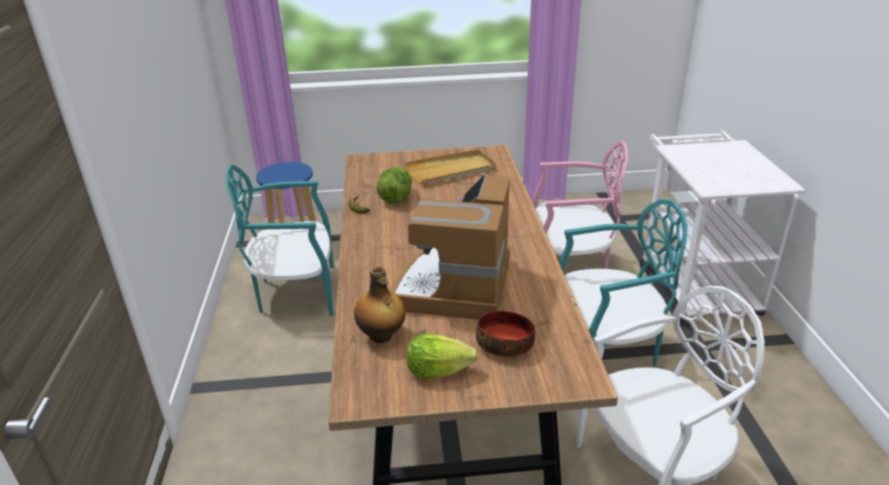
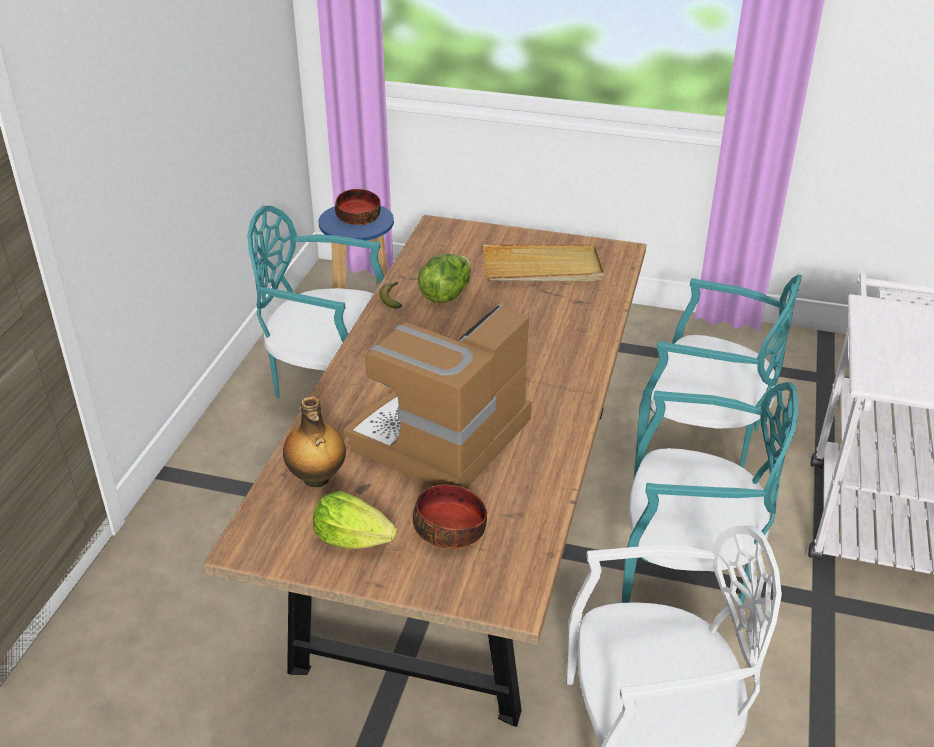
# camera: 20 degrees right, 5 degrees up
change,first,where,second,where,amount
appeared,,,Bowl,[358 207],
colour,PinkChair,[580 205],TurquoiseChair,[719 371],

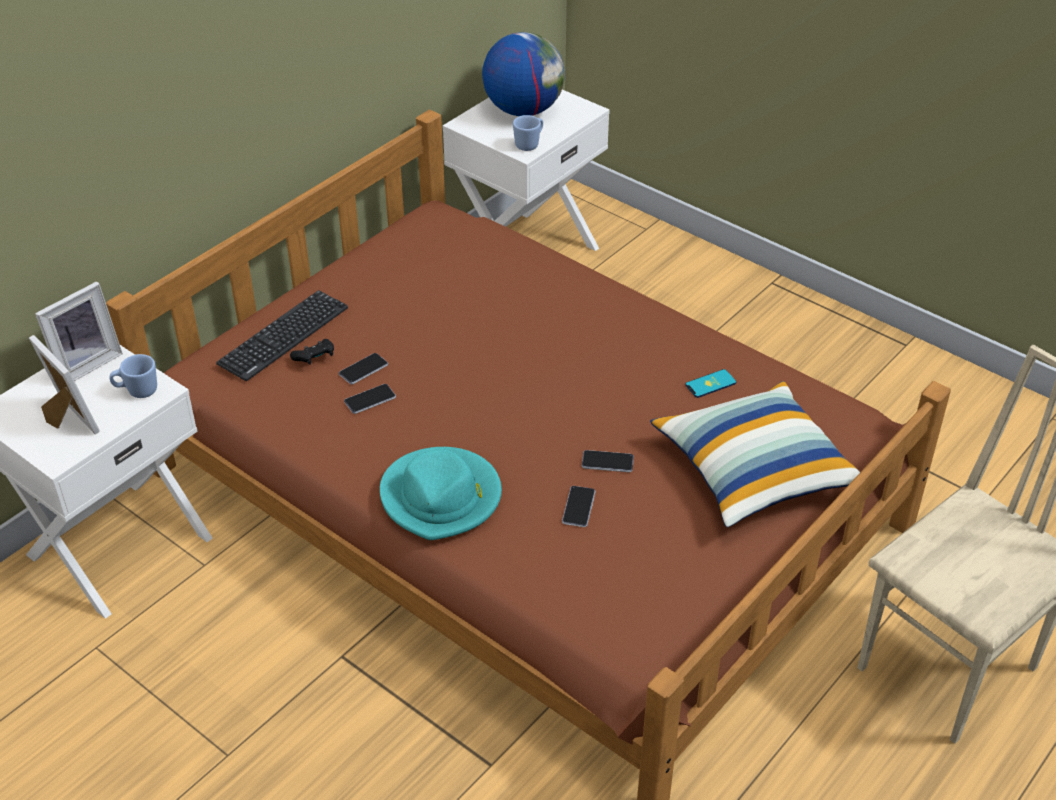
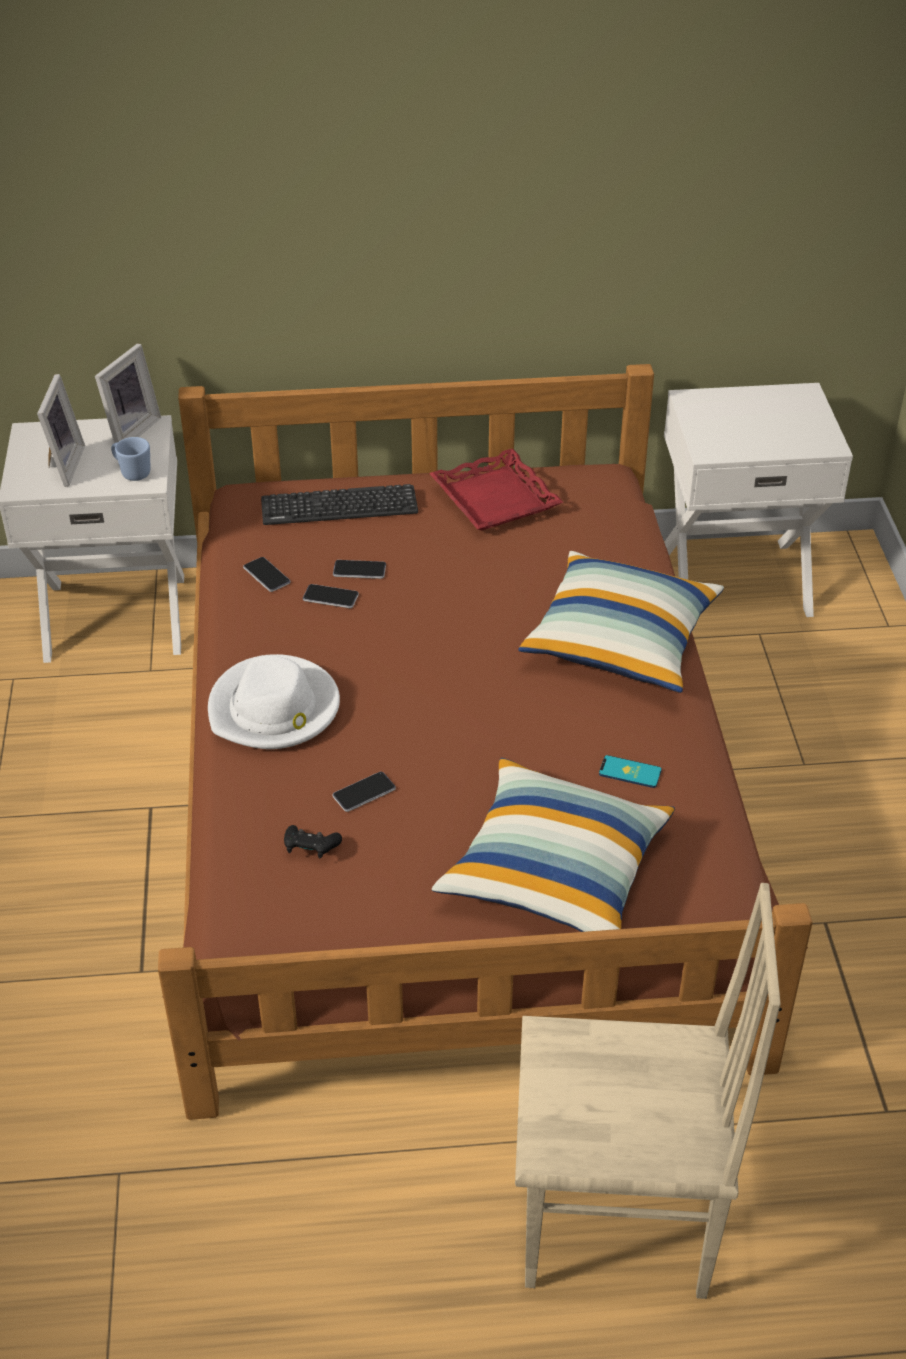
# camera: 45 degrees right, 0 degrees up
change,first,where,second,where,amount
missing,Globe,[523 74],,,
missing,BlueMug,[528 133],,,
appeared,,,RedTray,[496 489],
appeared,,,Pillow,[621 622],
relocated,BlackGameController,[312 352],,[313 841],
relocated,Phone,[608 461],,[266 574],
colour,TurquoiseHat,[441 493],WhiteHat,[274 701],
spun,PictureFrame,[79 331],,[128 393],60 degrees counterclockwise

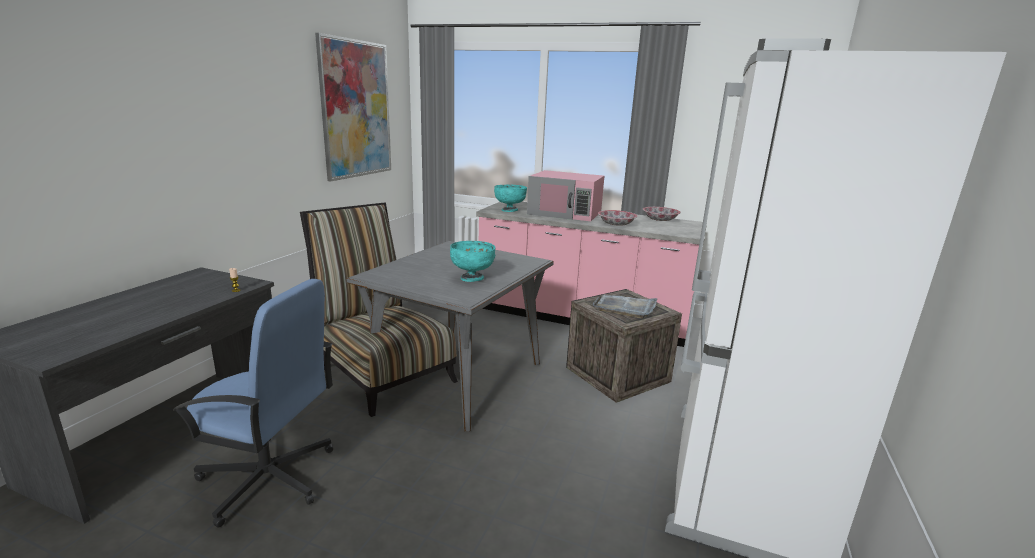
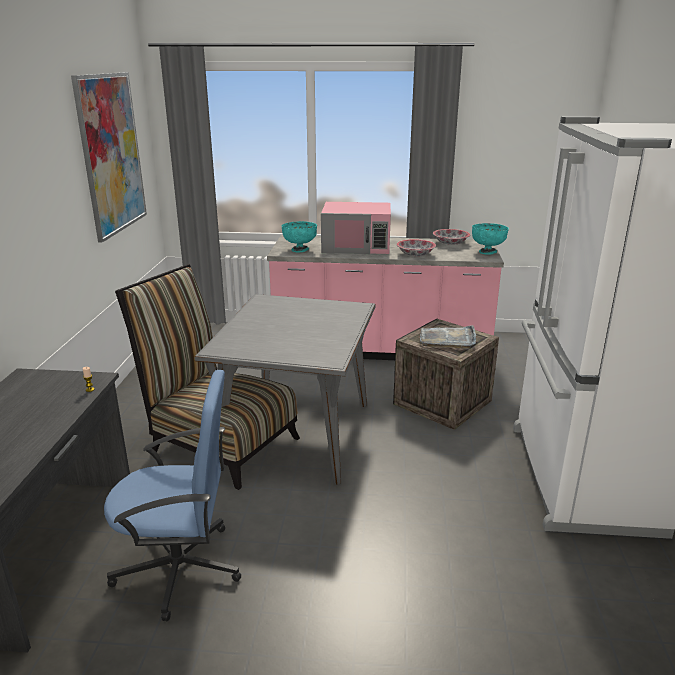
# camera: 15 degrees left, 5 degrees up
change,first,where,second,where,amount
relocated,TurquoiseBowl,[473 261],,[490 239],

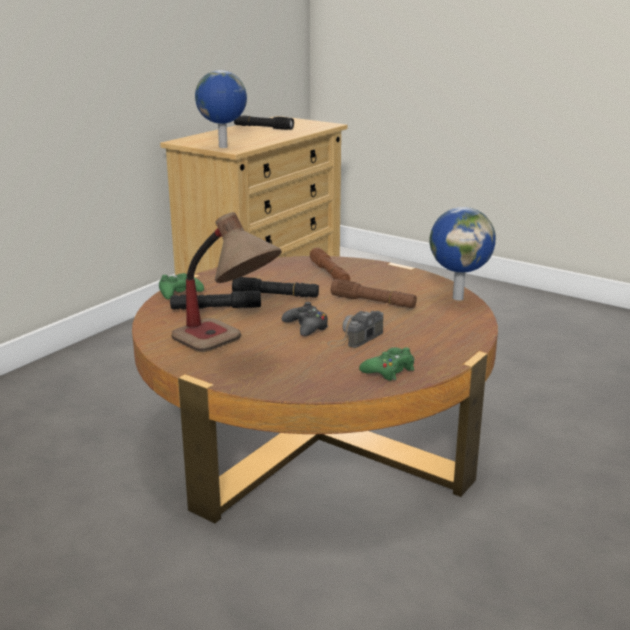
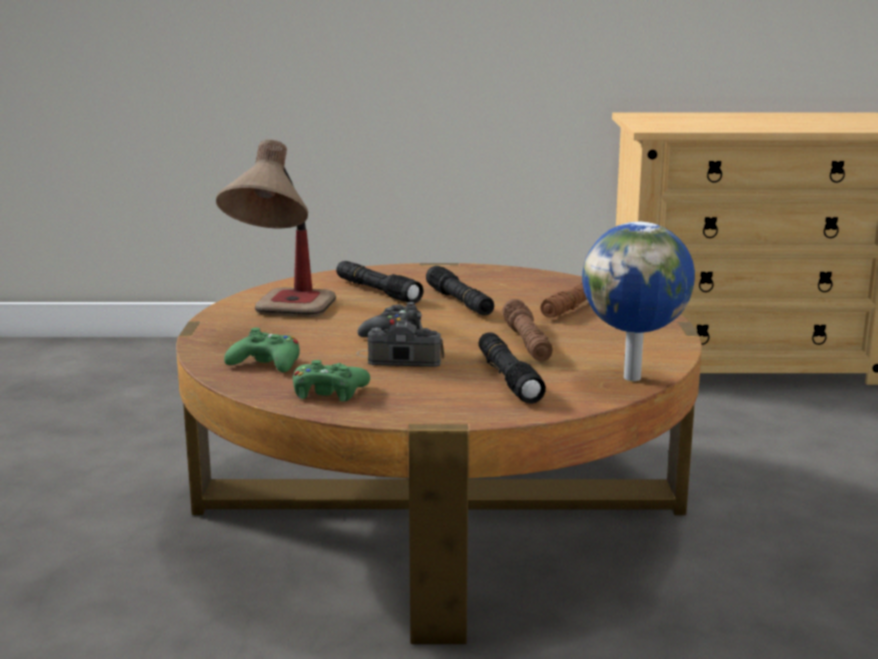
# camera: 55 degrees right, 5 degrees down
change,first,where,second,where,amount
missing,Globe,[221 109],,,
relocated,GreenGameController,[181 286],,[262 350],
relocated,BlackFlashlight,[264 122],,[512 368],

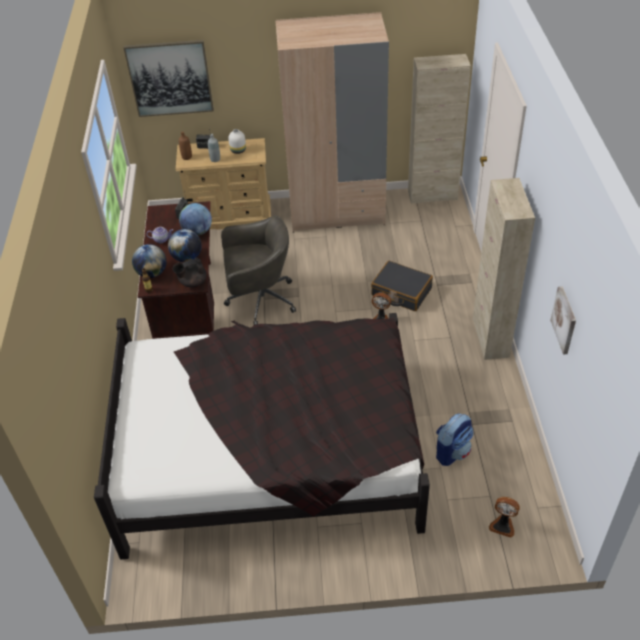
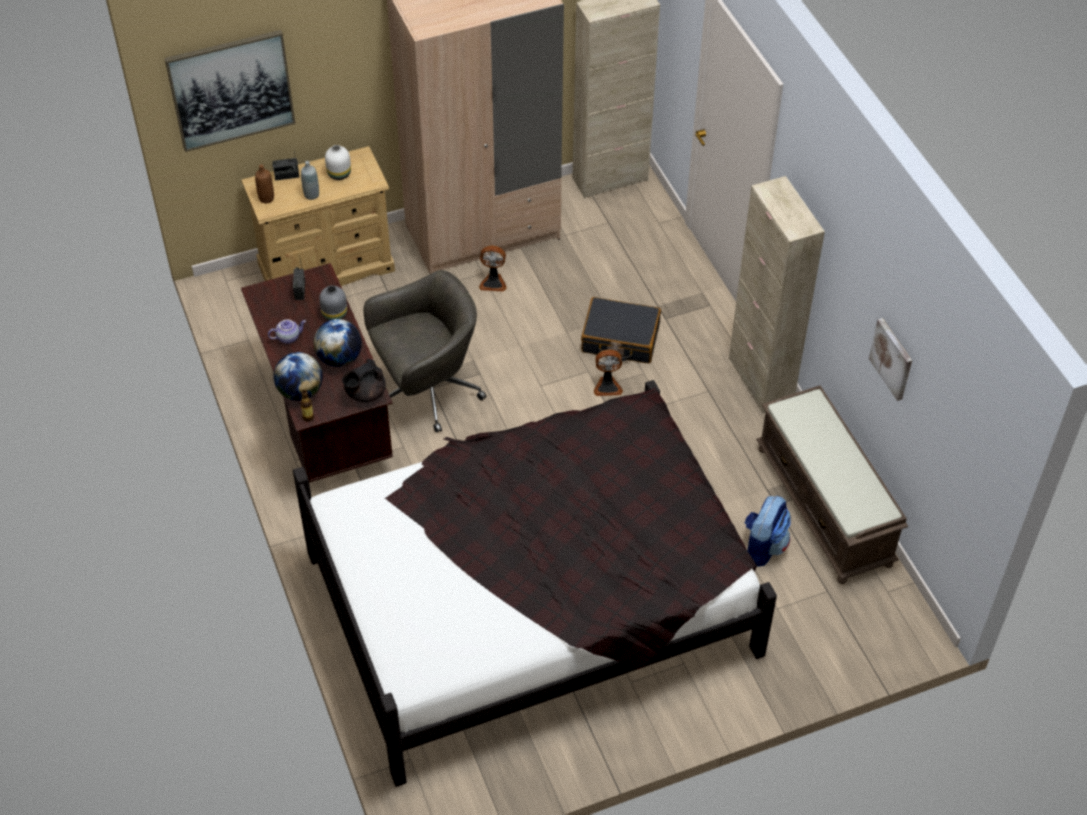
# camera: 20 degrees left, 5 degrees up
change,first,where,second,where,amount
appeared,,,BrownBench,[832 484],
relocated,Fan,[504 517],,[492 269],
exchanged,Globe,[195 219],GreyVase,[333 303],

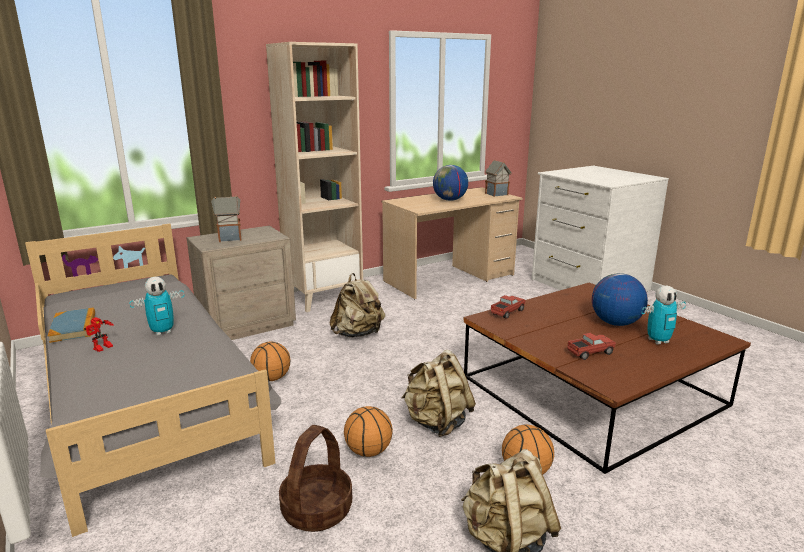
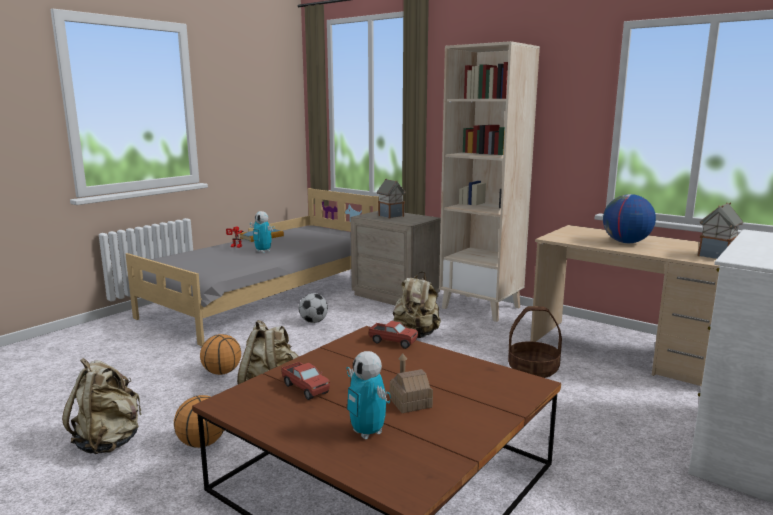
# camera: 70 degrees right, 5 degrees down
change,first,where,second,where,amount
relocated,Basket,[315 478],,[535 342],
exchanged,Basketball,[270 361],Football,[313 308],
exchanged,Globe,[620 299],ToyHouse,[411 383],

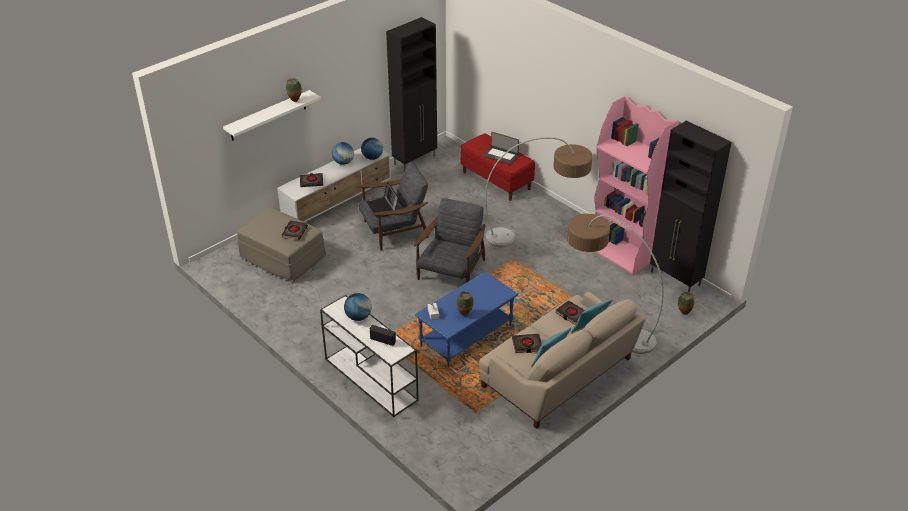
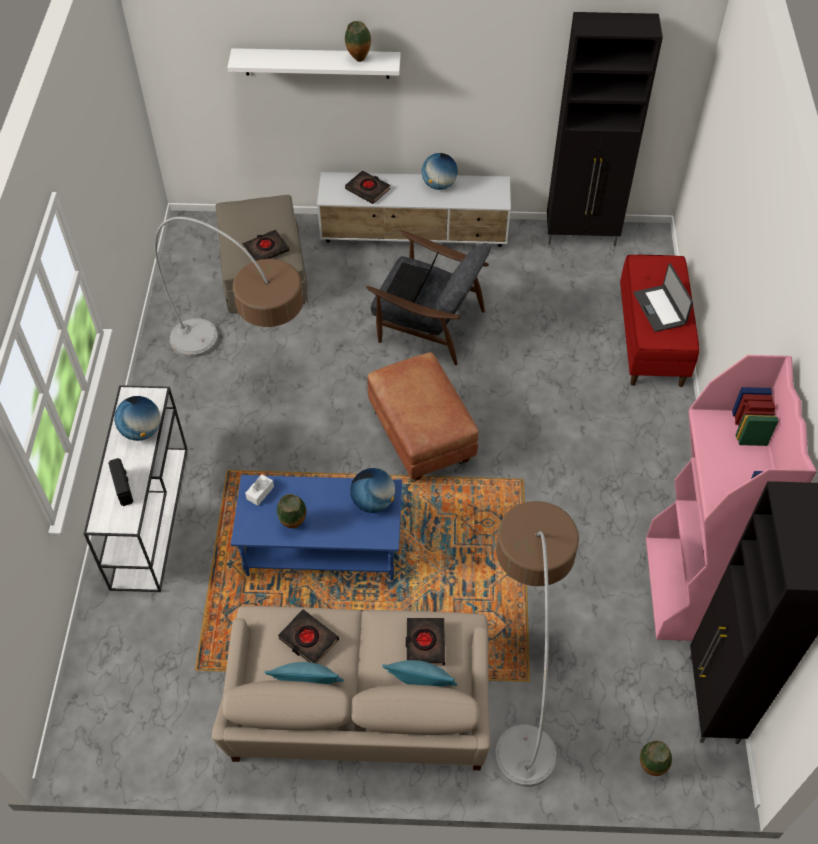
# camera: 45 degrees right, 15 degrees up
change,first,where,second,where,amount
relocated,Globe,[372 149],,[372 490],
relocated,FloorLamp,[539 192],,[229 287],
exchanged,GreyArmchair,[449 240],BrownOttoman,[423 417],

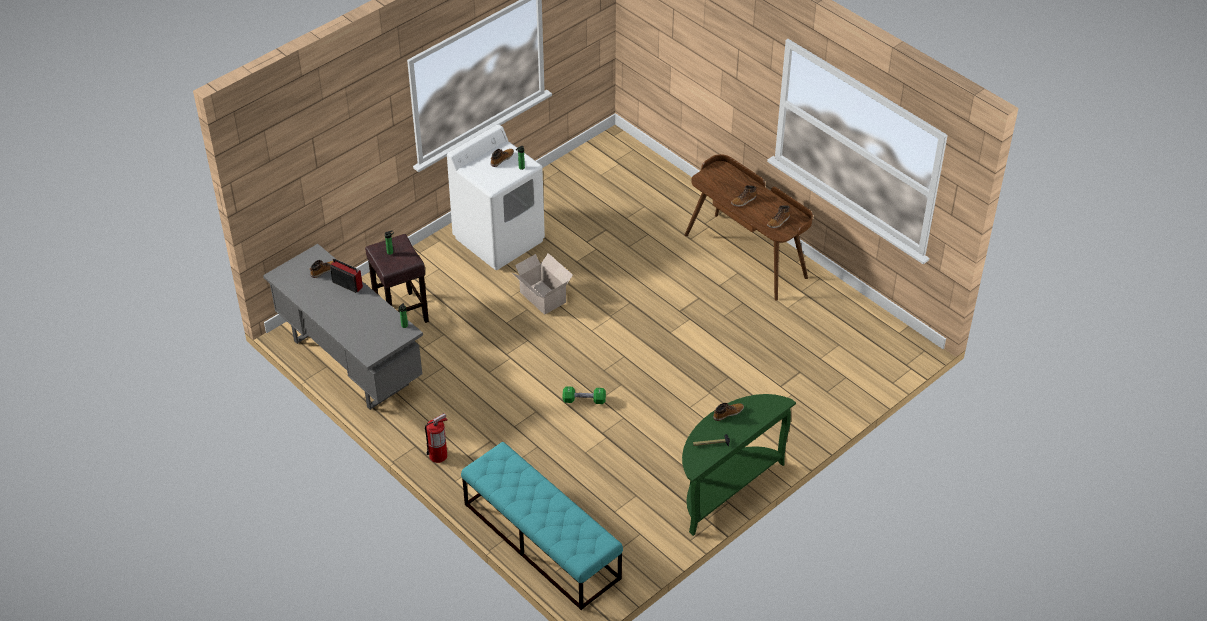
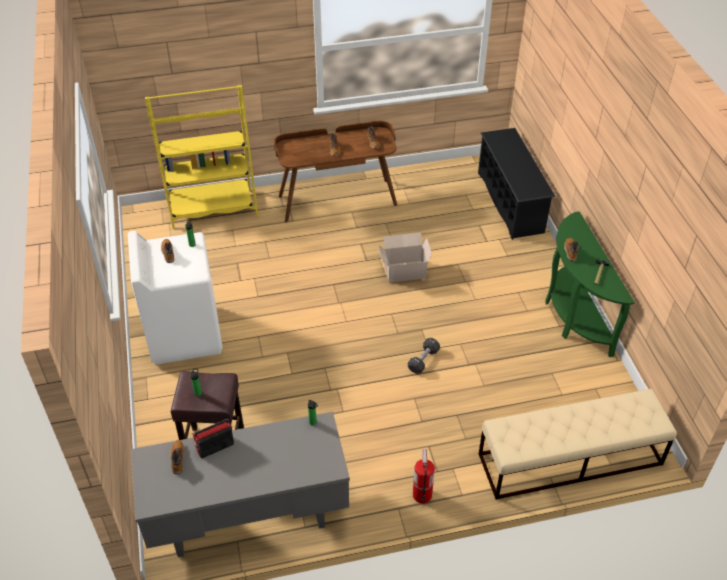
# camera: 60 degrees left, 0 degrees up
change,first,where,second,where,amount
appeared,,,YellowBookcase,[201 157],
appeared,,,BlackShoeRack,[516 184],
relocated,CardboardBox,[542 284],,[405 258],
colour,TurquoiseBench,[542 526],BeigeBench,[578 444],
colour,GreenDumbbell,[584 395],BlackDumbbell,[424 356],

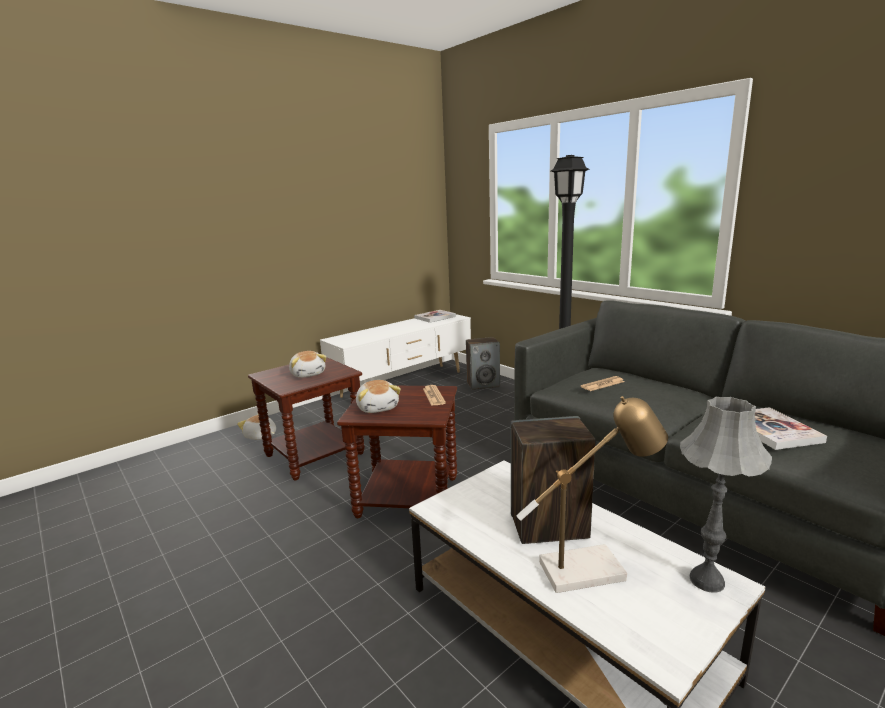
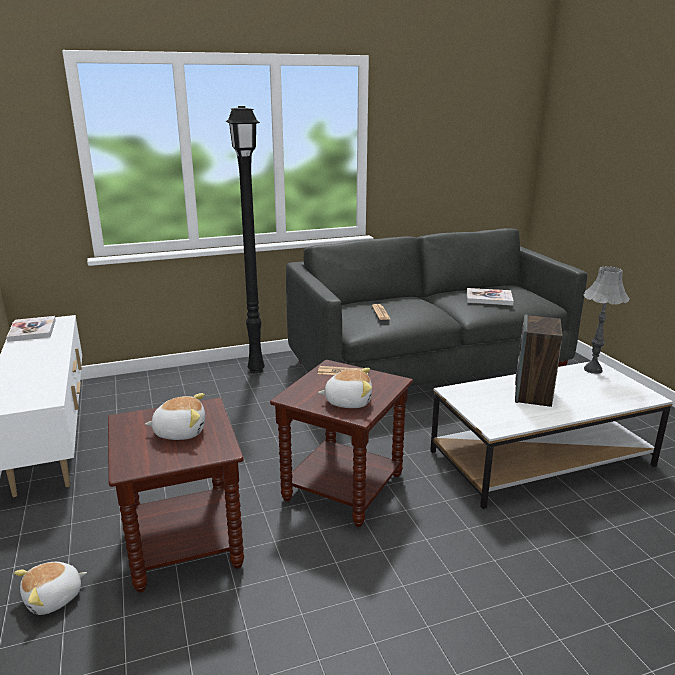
# camera: 70 degrees left, 5 degrees up
change,first,where,second,where,amount
missing,Speaker,[483 363],,,
missing,TableLamp,[592 494],,,

